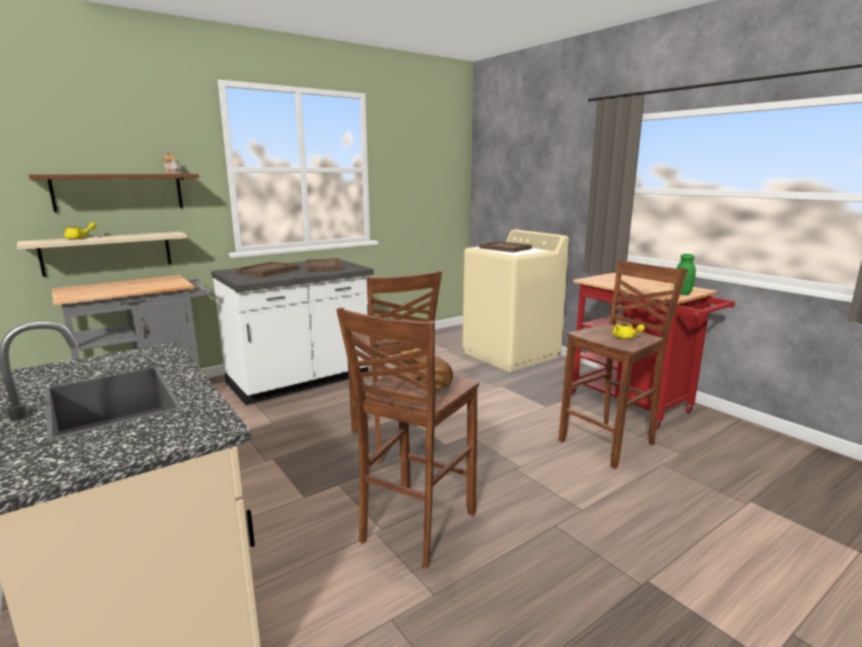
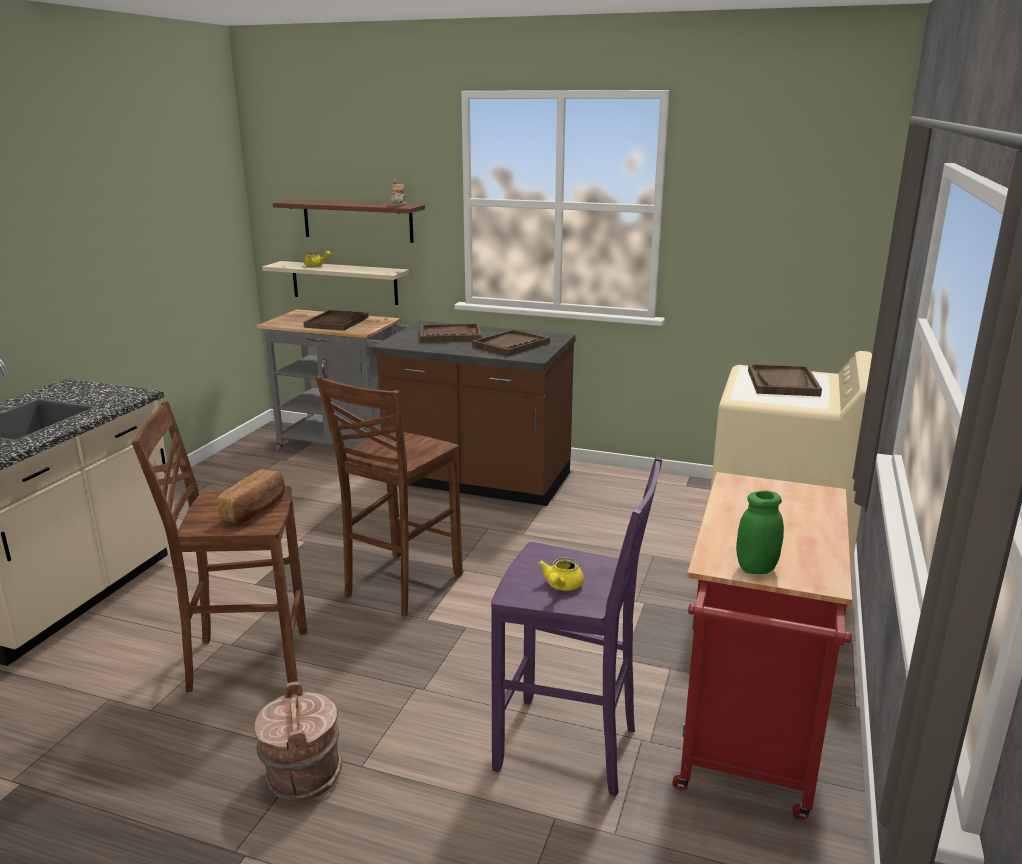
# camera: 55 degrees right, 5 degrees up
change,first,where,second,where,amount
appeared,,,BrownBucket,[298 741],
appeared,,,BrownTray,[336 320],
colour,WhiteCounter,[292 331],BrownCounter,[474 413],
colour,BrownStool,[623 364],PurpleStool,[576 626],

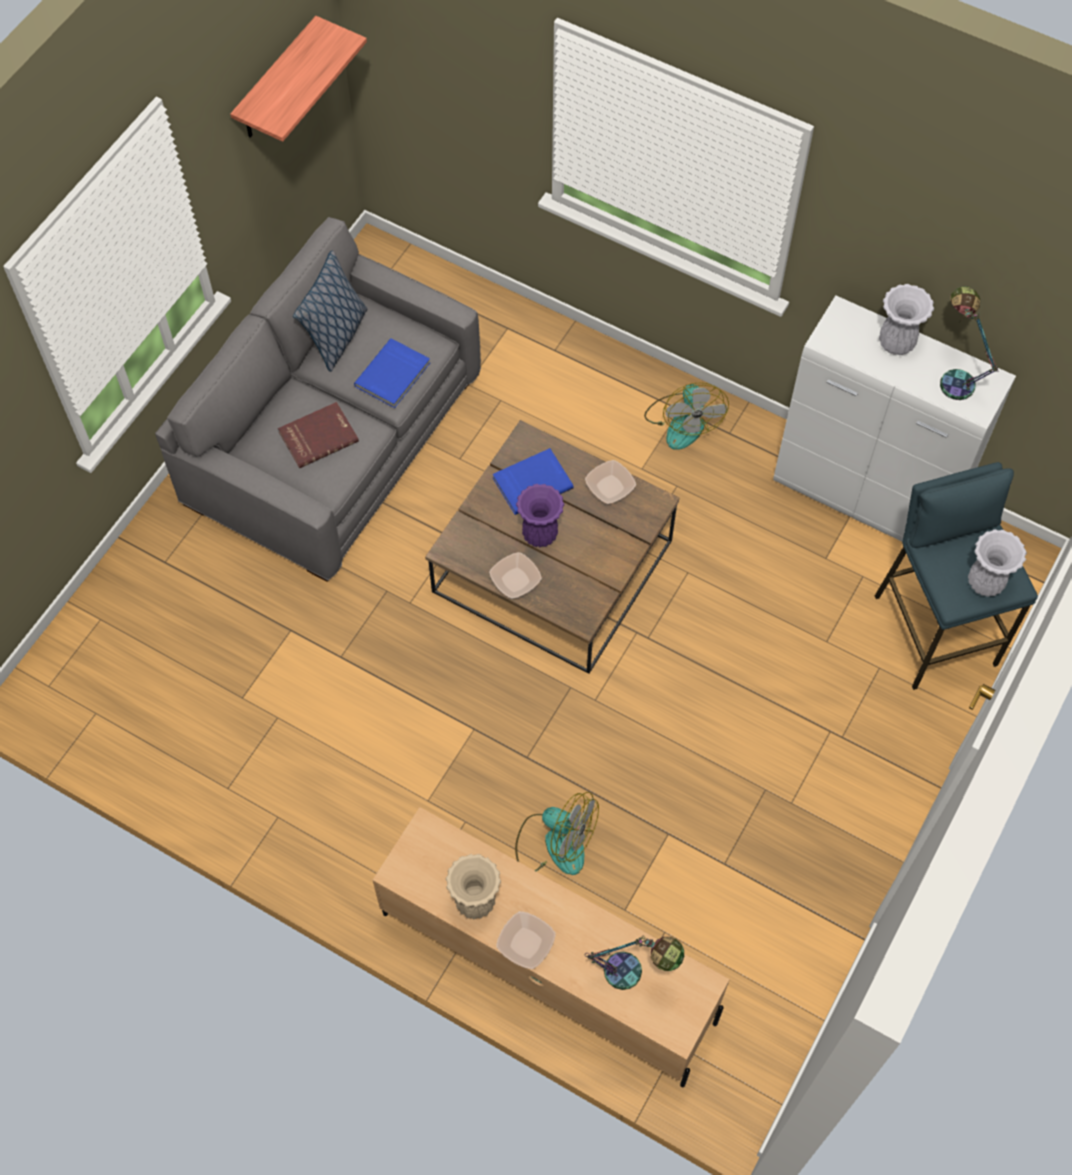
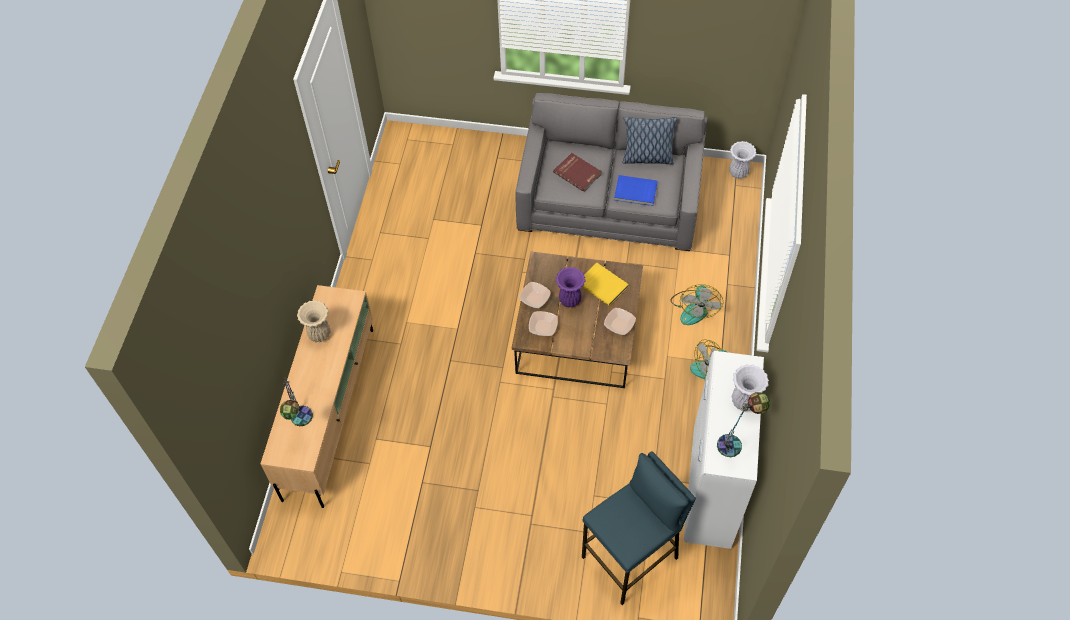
# camera: 70 degrees right, 5 degrees down
change,first,where,second,where,amount
missing,Shelf,[298 79],,,
relocated,Bowl,[525 940],,[543 323],
relocated,Fan,[557 833],,[696 304],
relocated,WhiteVase,[997 563],,[742 160],
colour,BlueBook,[533 481],YellowBook,[605 284],

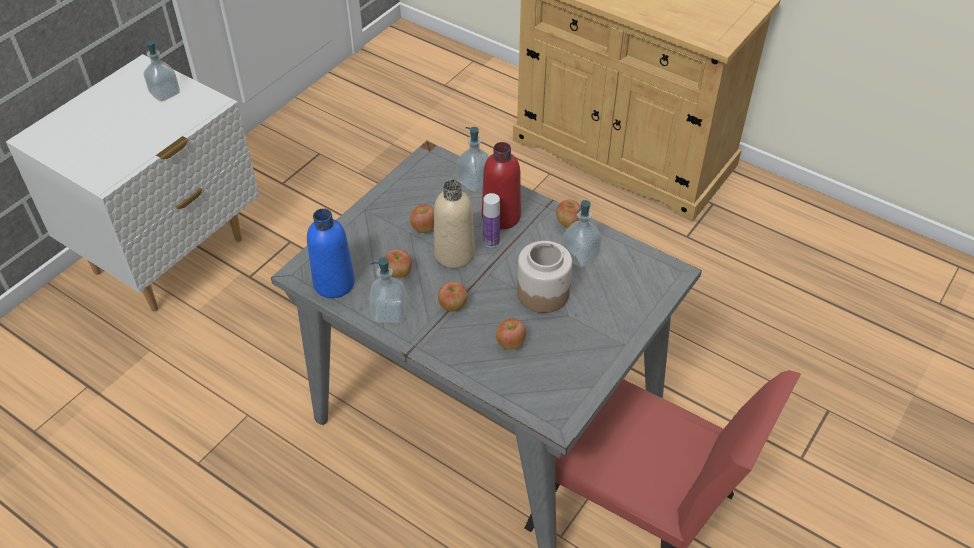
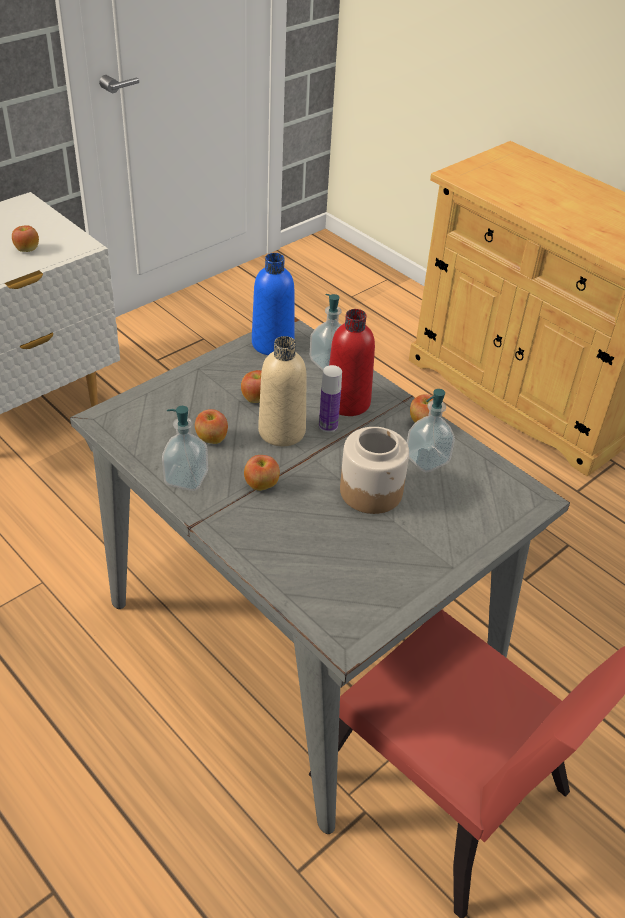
# camera: 10 degrees right, 5 degrees down
change,first,where,second,where,amount
missing,SoapDispenser,[162 71],,,
relocated,BlueBottle,[331 253],,[273 304],
relocated,Apple,[511 334],,[25 238],

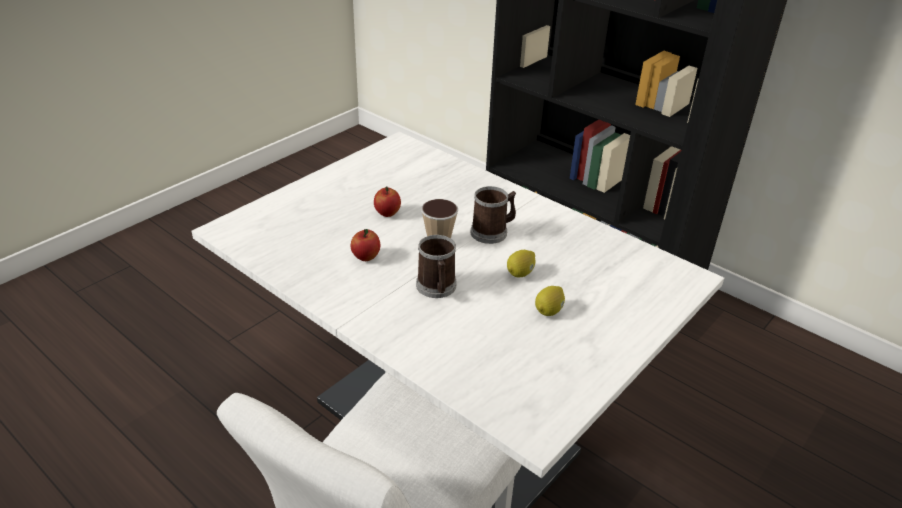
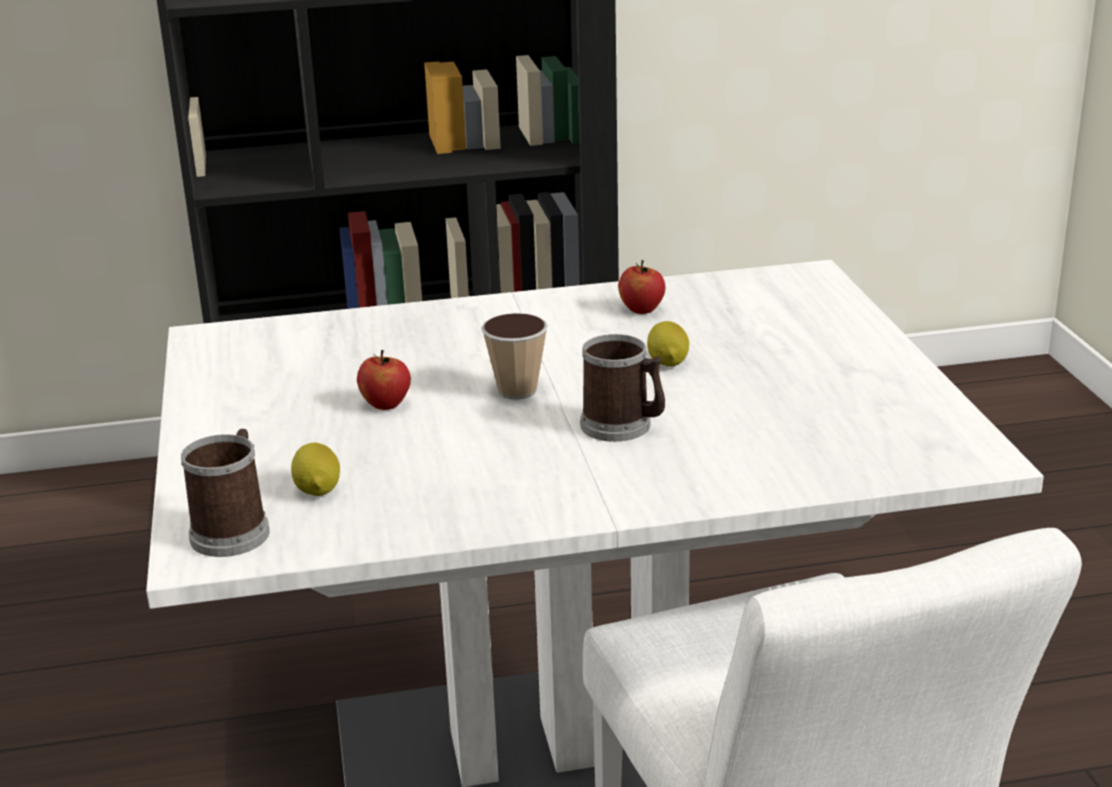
# camera: 50 degrees left, 10 degrees down
change,first,where,second,where,amount
relocated,Apple,[365 245],,[641 287],
relocated,Mug,[493 215],,[225 493],
relocated,Lemon,[550 301],,[315 469],

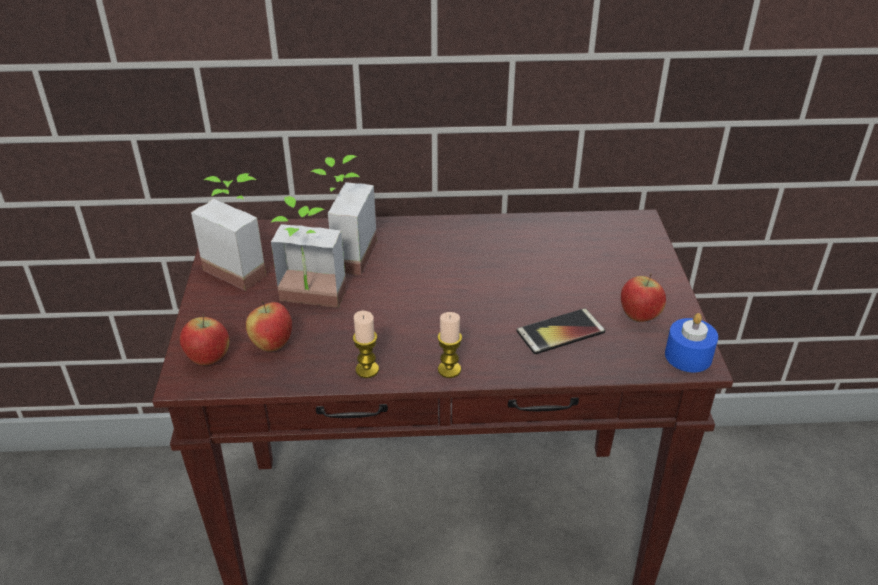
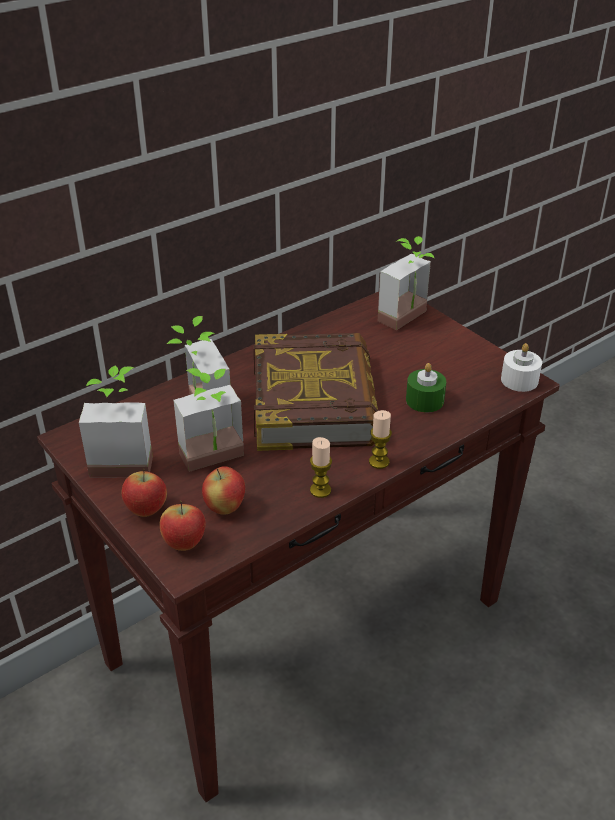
# camera: 35 degrees left, 0 degrees up
change,first,where,second,where,amount
appeared,,,Book,[316 392],
appeared,,,PottedPlant,[406 283],
relocated,Apple,[643 297],,[144 492],
exchanged,Phone,[561 331],GreenCandle,[426 387],
colour,BlueCandle,[691 342],WhiteCandle,[521 367],

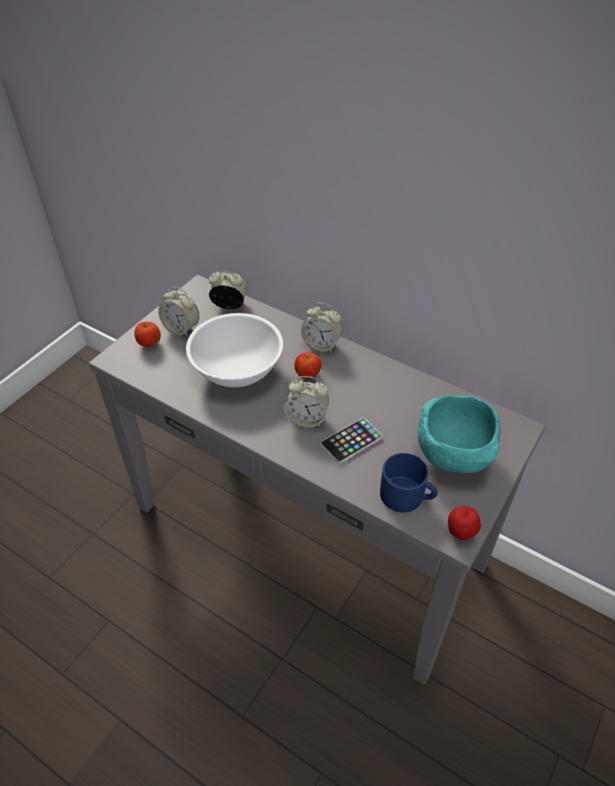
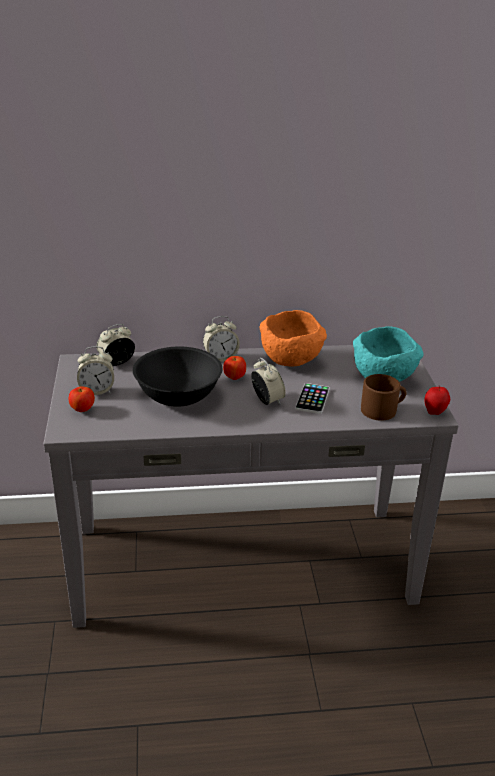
# camera: 40 degrees left, 15 degrees down
change,first,where,second,where,amount
appeared,,,OrangeBowl,[293 338],
colour,WhiteBowl,[234 350],BlackBowl,[177 376],
colour,BlueMug,[409 483],BrownMug,[383 397],
spun,AlarmClock,[306 401],,[268 381],90 degrees counterclockwise

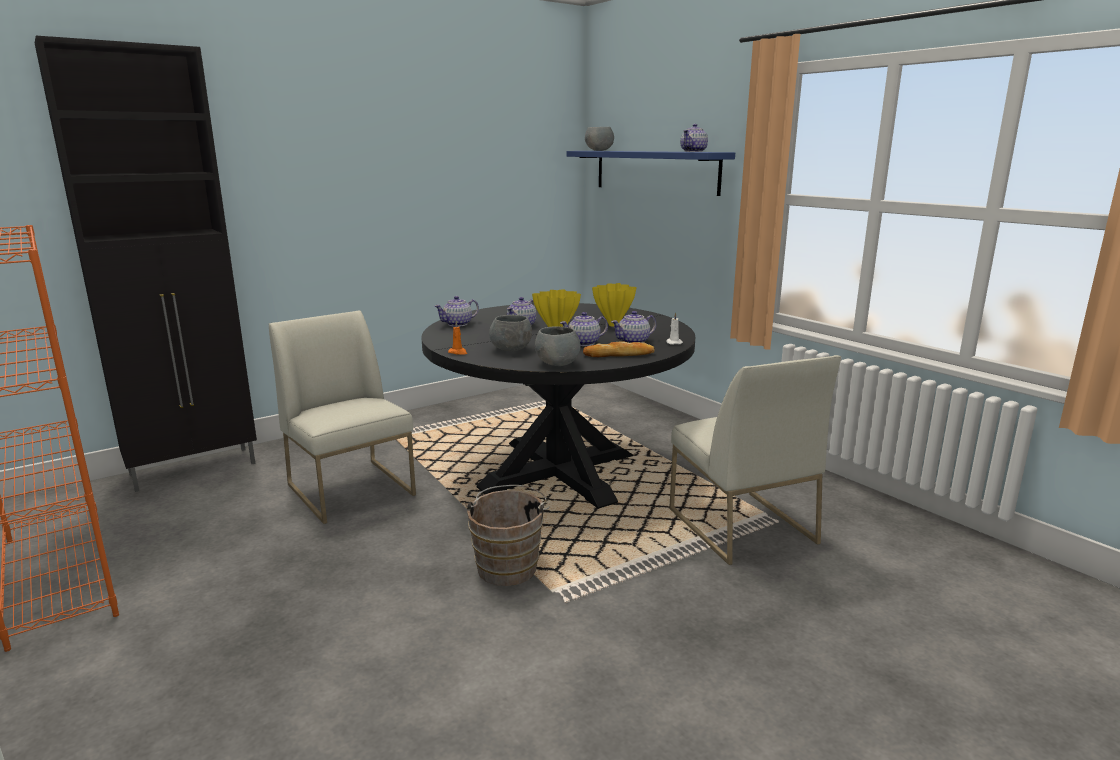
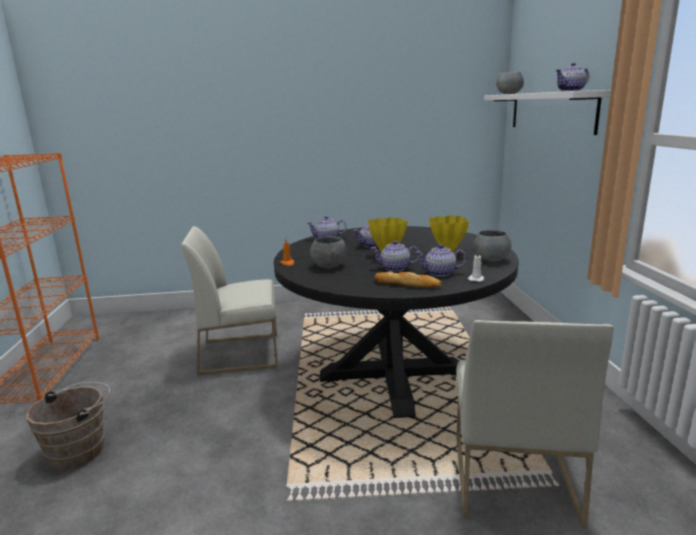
# camera: 30 degrees right, 0 degrees up
change,first,where,second,where,amount
missing,BlackCabinet,[146 264],,,
relocated,BrownBucket,[508 535],,[68 426],
relocated,GreyBowl,[558 346],,[492 246],
colour,BlueShelf,[651 173],WhiteShelf,[547 112],
spun,WhiteChair,[342 417],,[229 300],90 degrees counterclockwise

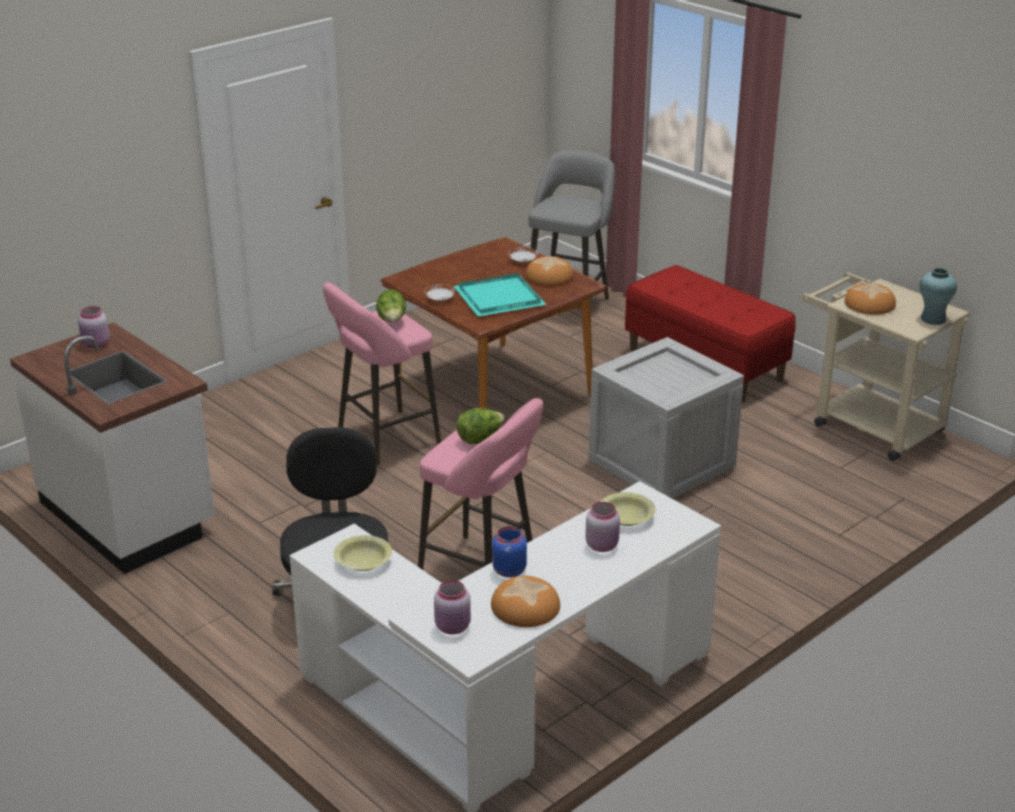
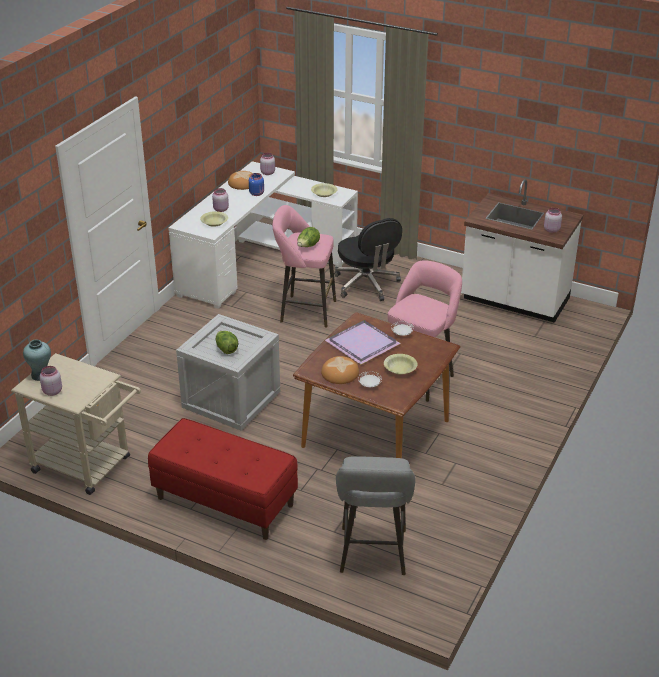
# camera: 160 degrees right, 5 degrees up
change,first,where,second,where,amount
missing,Bread,[870 299],,,
appeared,,,PinkJar,[51 381],
appeared,,,YellowBowl,[401 364],
relocated,Lettuce,[391 305],,[226 342],
colour,TurquoiseTray,[500 294],PurpleTray,[363 342],

